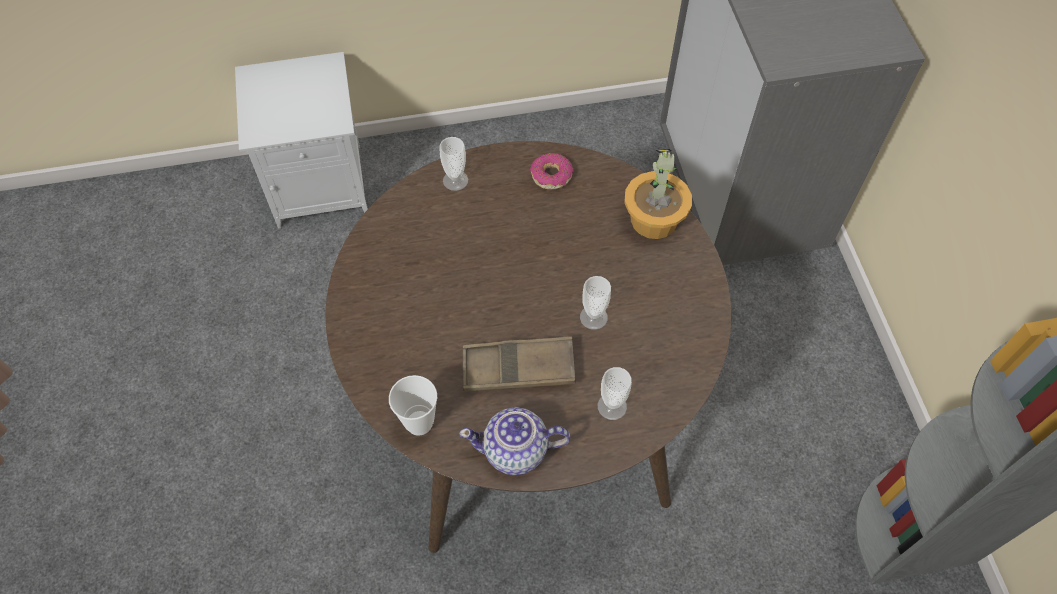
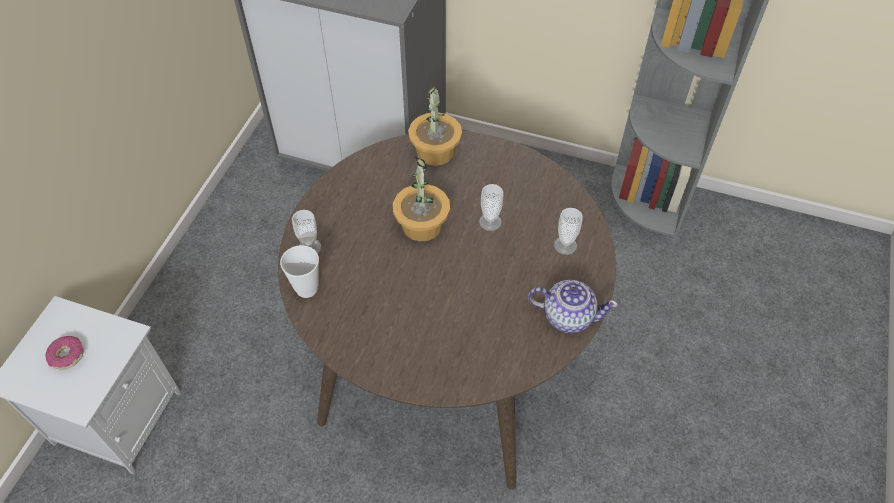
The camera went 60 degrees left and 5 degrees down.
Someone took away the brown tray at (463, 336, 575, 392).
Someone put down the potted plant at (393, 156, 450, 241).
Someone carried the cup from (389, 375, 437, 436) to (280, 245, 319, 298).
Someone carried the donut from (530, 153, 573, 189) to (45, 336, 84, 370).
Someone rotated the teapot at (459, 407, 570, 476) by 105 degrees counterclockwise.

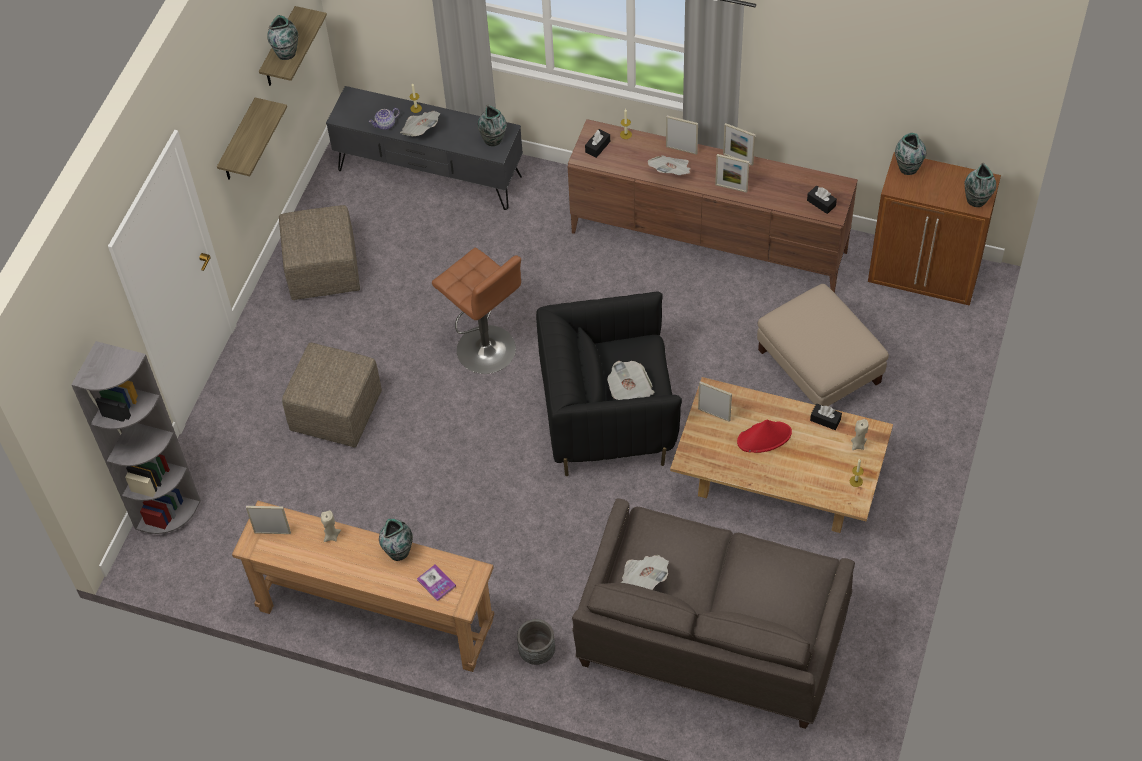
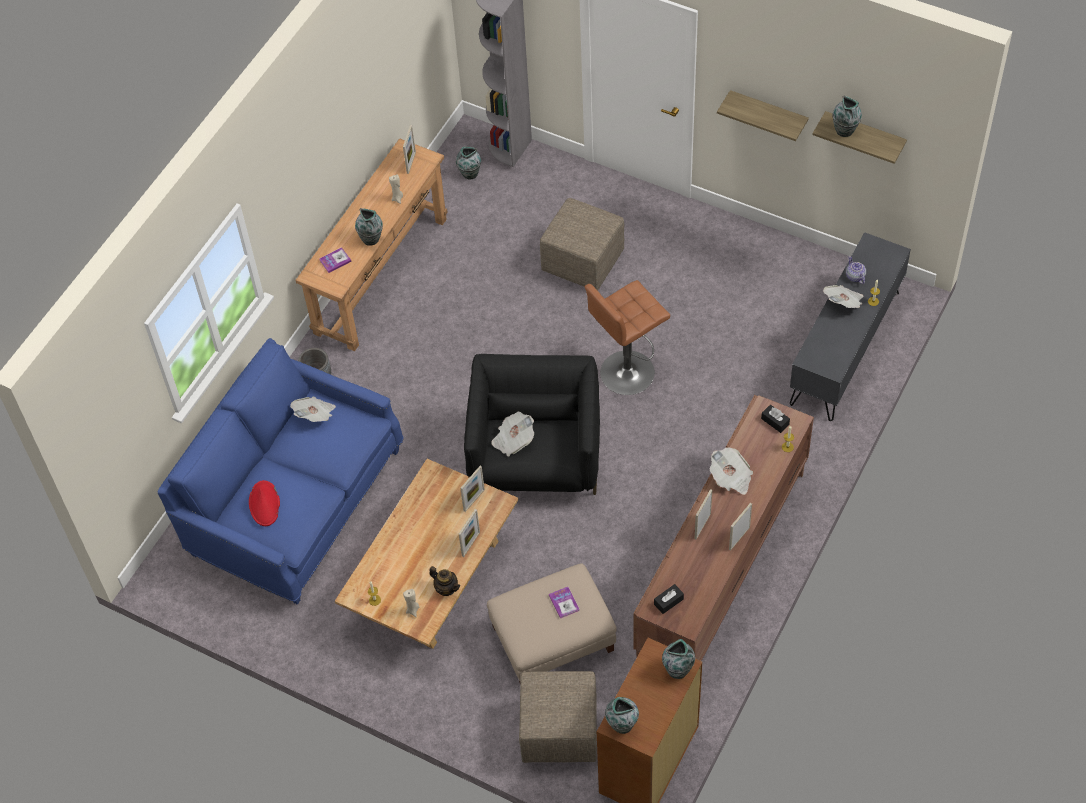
The camera went 100 degrees right and 0 degrees up.
Someone put down the book at (549, 587, 580, 619).
Someone carried the beige ottoman from (279, 205, 360, 300) to (519, 671, 597, 763).
Someone carried the vase from (477, 105, 507, 146) to (456, 146, 481, 179).
Someone carried the picture frame from (666, 116, 698, 155) to (459, 509, 480, 557).
Someone carried the red hat from (737, 419, 792, 453) to (249, 480, 280, 526).
Someone swapped the black tissue box at (810, 404, 842, 430) for the teapot at (429, 566, 460, 596).
Someone repainted the grey sofa at (572, 499, 855, 729), which became the blue sofa at (158, 338, 404, 605).

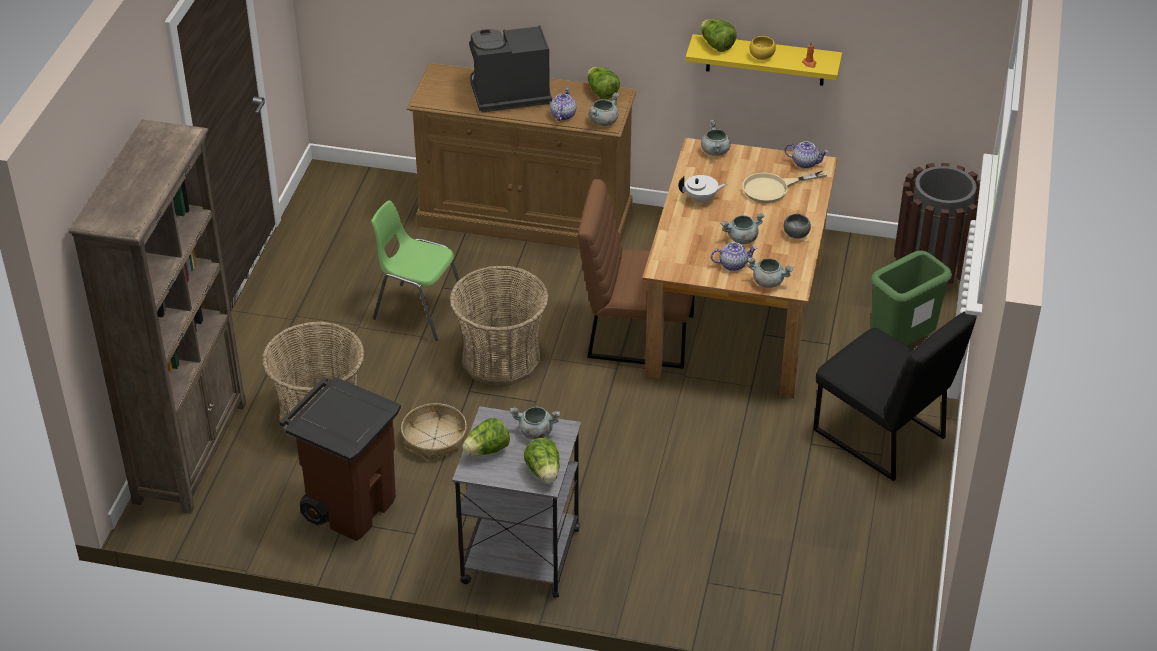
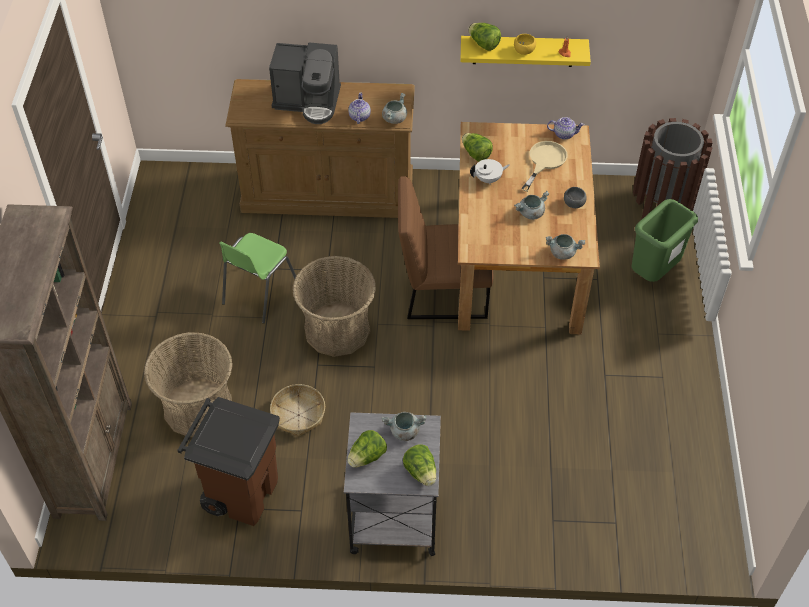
The camera went 10 degrees left and 10 degrees up.
Someone took away the grey cooking pot at (701, 120, 731, 156).
Someone took away the teapot at (711, 242, 757, 271).
Someone took away the black chair at (813, 311, 977, 481).
Someone carried the lettuce from (587, 67, 620, 99) to (462, 133, 493, 162).
Someone rotated the green chair at (371, 201, 464, 341) by 75 degrees counterclockwise.
Someone rotated the coffee machine at (469, 25, 552, 112) by 150 degrees counterclockwise.
Someone rotated the beige frying pan at (742, 171, 827, 203) by 150 degrees clockwise.

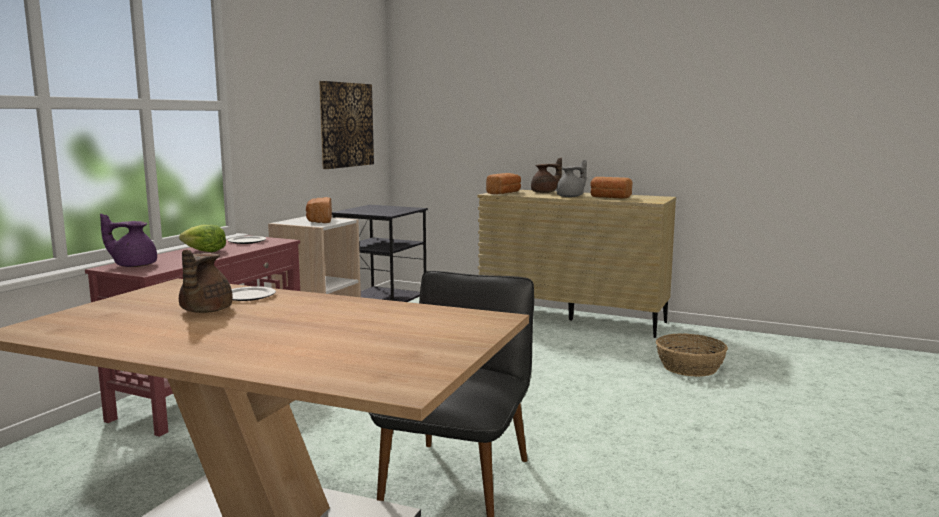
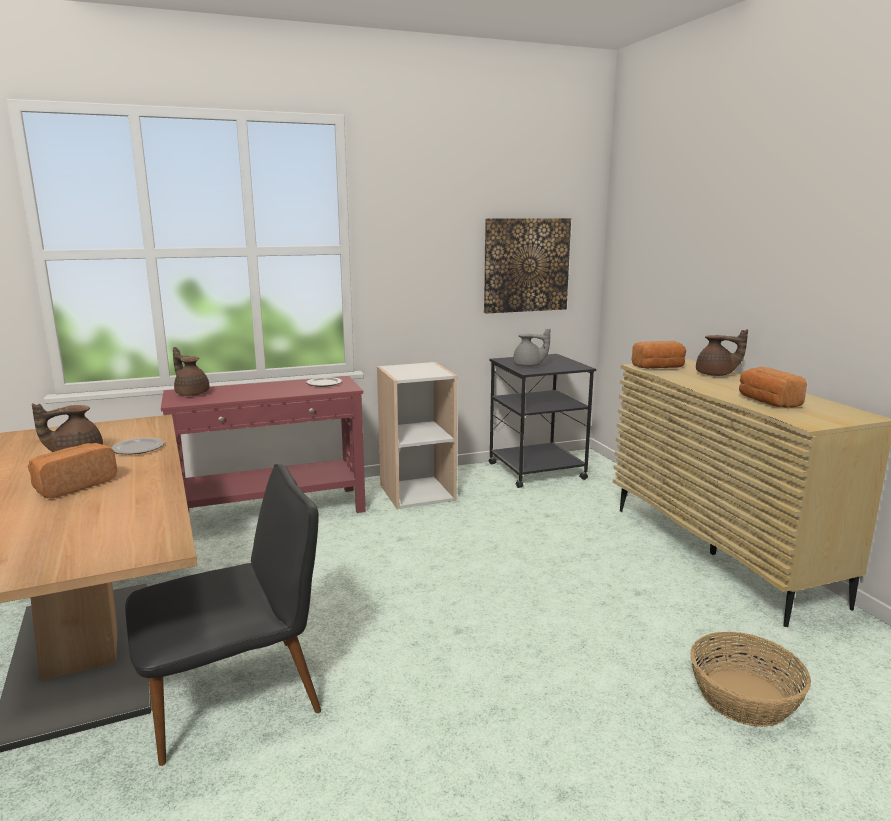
The camera went 45 degrees right and 5 degrees up.
Someone took away the lettuce at (179, 224, 226, 252).
Someone carried the bread from (306, 197, 332, 223) to (28, 443, 117, 498).
Someone carried the grey teapot from (557, 160, 587, 197) to (513, 328, 550, 367).
Someone repainted the purple teapot at (100, 214, 157, 267), which became the brown teapot at (173, 347, 209, 396).

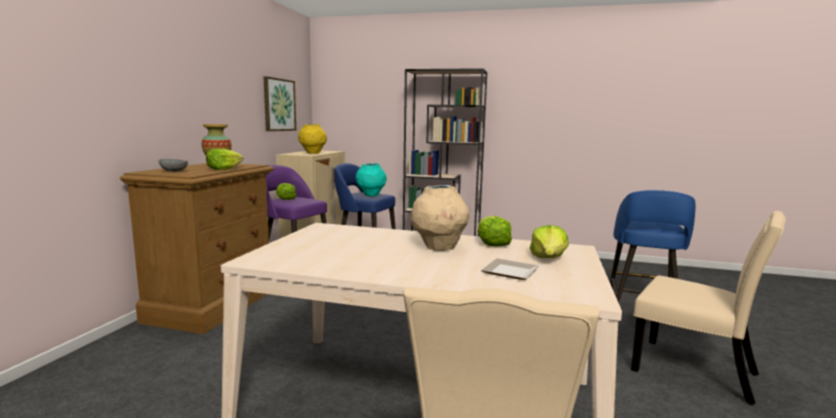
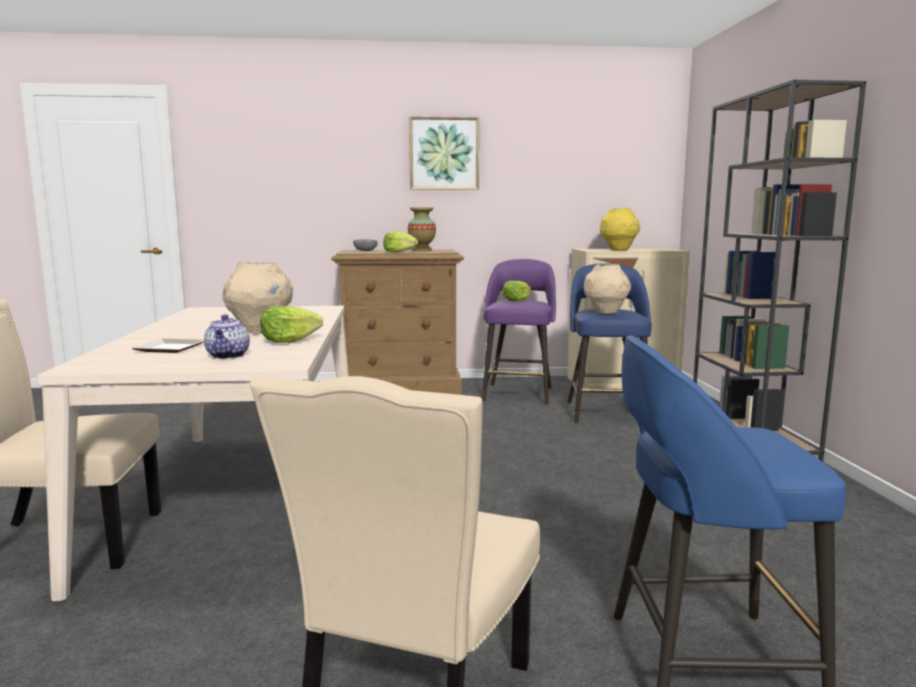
The camera went 70 degrees right and 0 degrees up.
Someone carried the picture from (263, 76, 296, 131) to (409, 116, 479, 190).
Someone swapped the lettuce at (530, 225, 569, 258) for the teapot at (204, 314, 250, 359).
Someone repainted the turquoise vase at (356, 163, 387, 196), which became the beige vase at (584, 264, 631, 314).

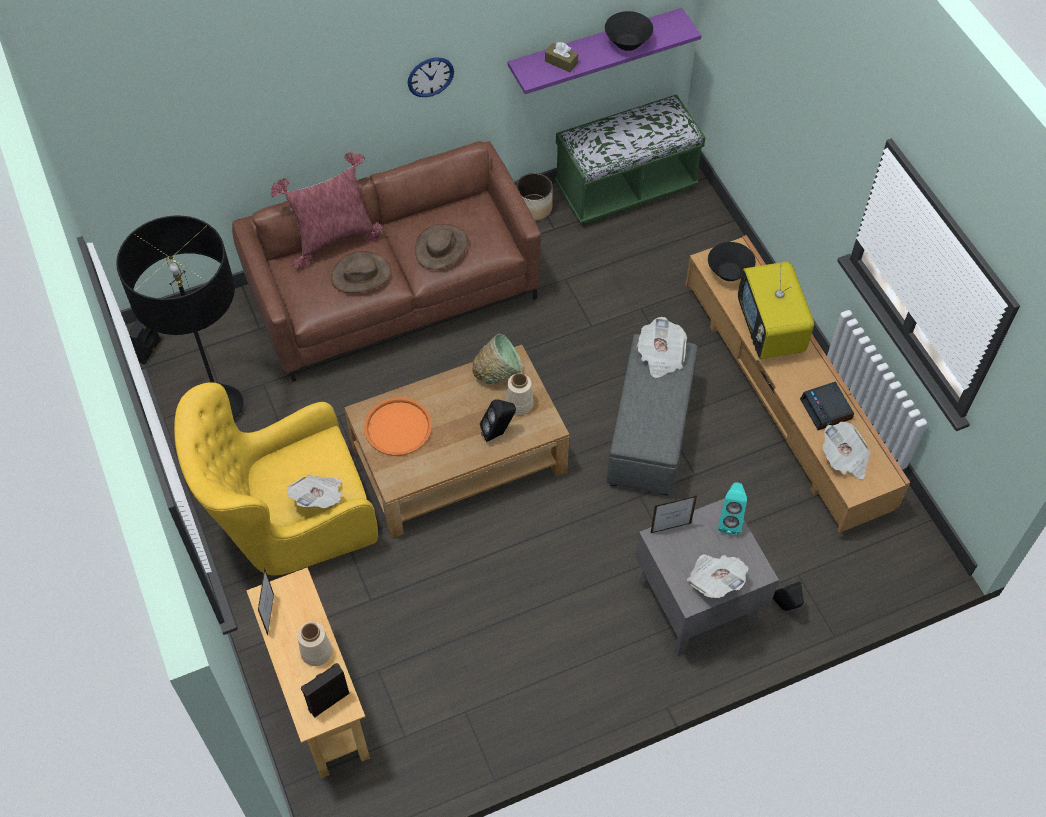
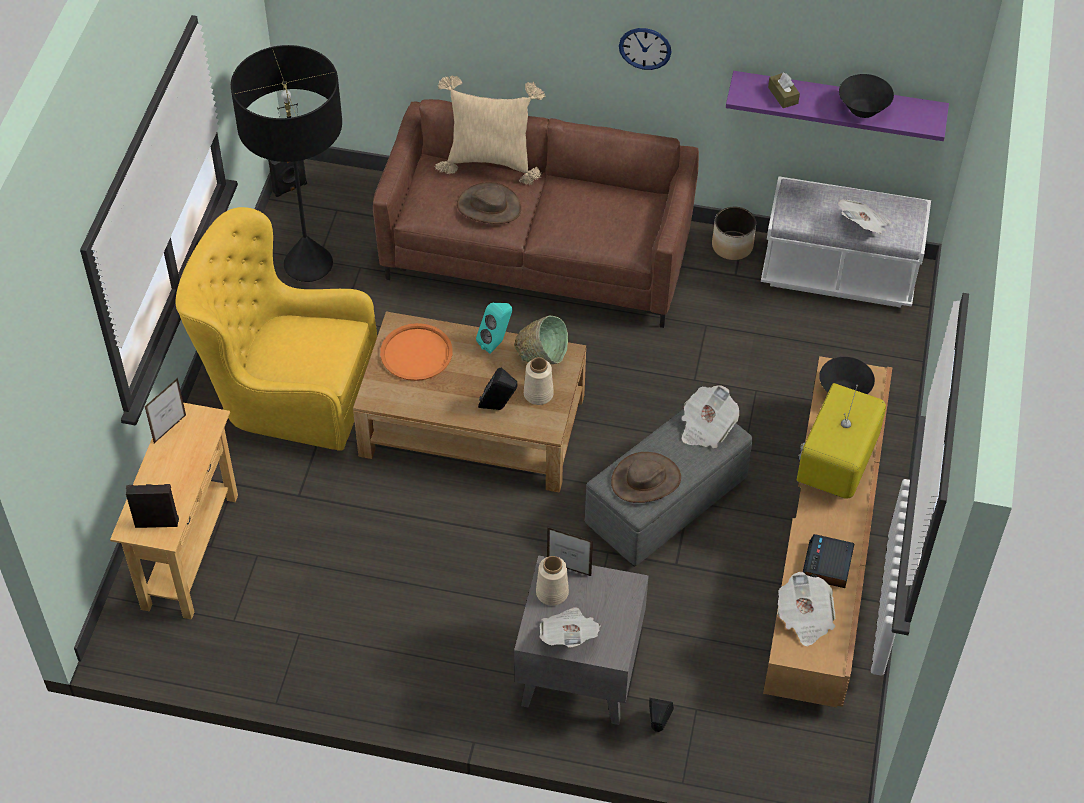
The camera went 35 degrees right and 5 degrees down.
Someone carried the newspaper from (287, 474, 343, 508) to (838, 199, 891, 234).
Someone carried the beige vase from (297, 622, 332, 666) to (536, 556, 569, 605).
Someone carried the brown hat from (415, 224, 469, 270) to (611, 452, 681, 503).
Someone carried the turquoise speaker from (718, 482, 747, 534) to (476, 303, 512, 354).
Someone repainted the red pillow at (270, 151, 384, 269), which became the beige pillow at (435, 75, 545, 185).
Someone repainted the green bench at (555, 94, 706, 224), which became the white bench at (761, 176, 931, 307).

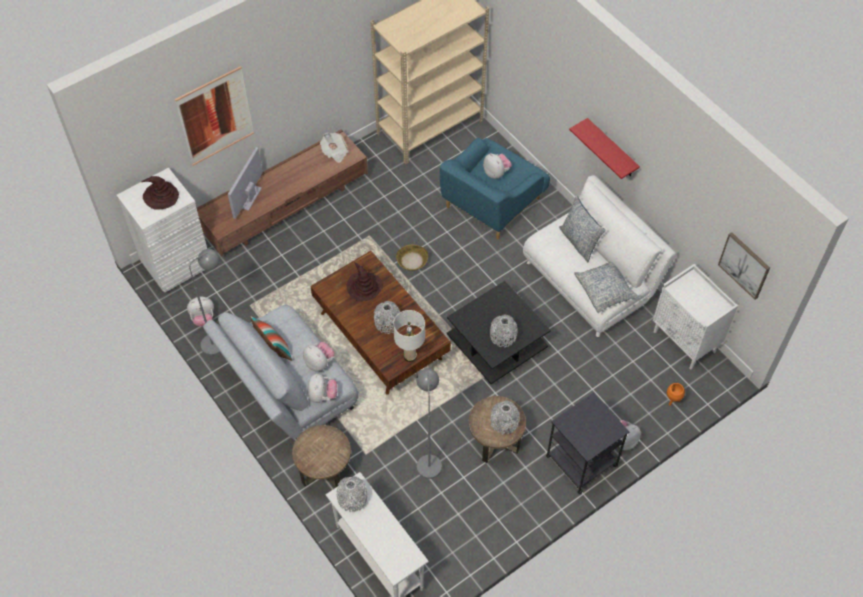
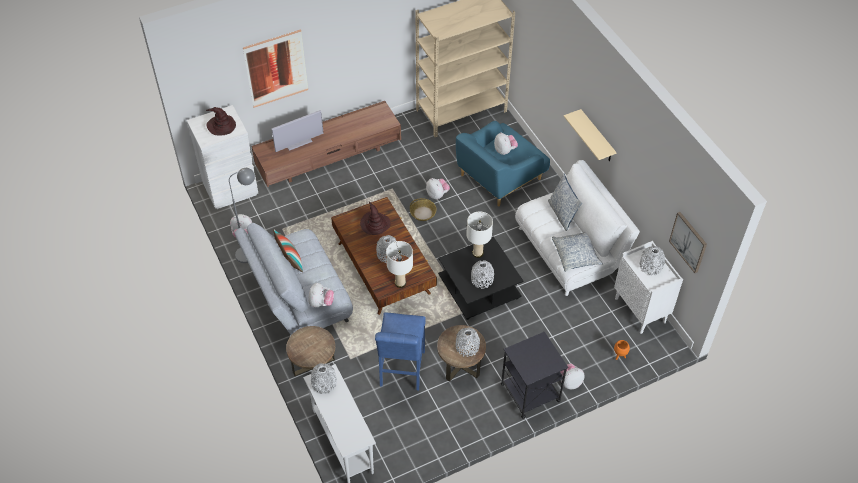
The camera went 10 degrees right and 5 degrees down.
Someone took away the newspaper at (320, 132, 349, 163).
Someone put down the white table lamp at (466, 211, 493, 258).
Someone put down the grey vase at (640, 246, 665, 275).
Someone carried the plush toy from (303, 342, 335, 371) to (426, 178, 450, 199).
Someone swapped the grey floor lamp at (416, 368, 442, 479) for the blue stool at (375, 312, 426, 390).
Someone repainted the red shelf at (569, 118, 640, 179), which became the beige shelf at (564, 109, 617, 161).
Someone rotated the television at (228, 147, 263, 219) by 150 degrees counterclockwise.

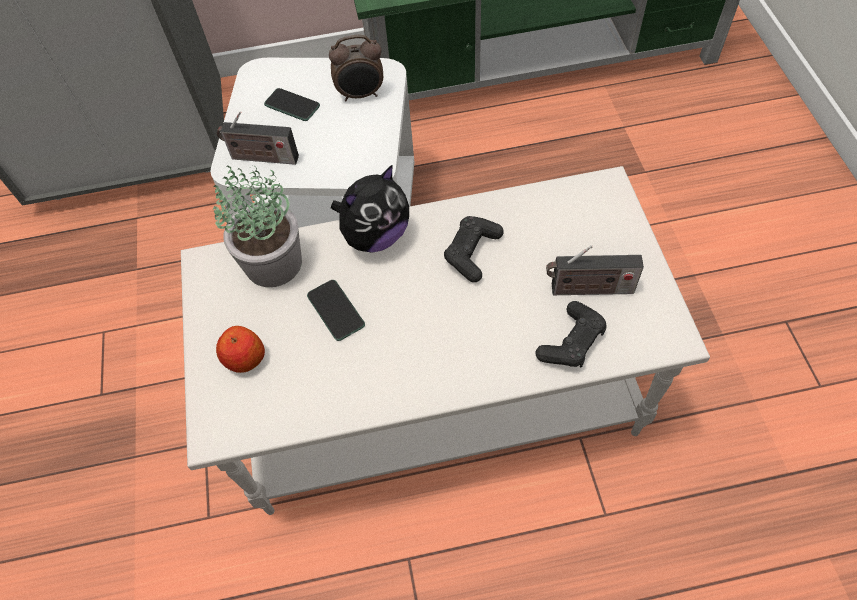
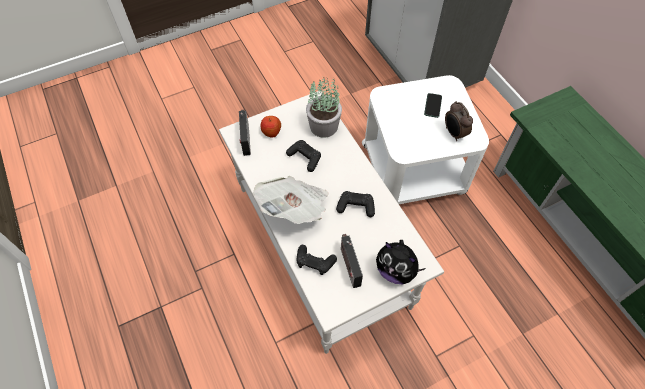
The camera went 70 degrees right and 0 degrees up.
Someone put down the newspaper at (253, 176, 329, 224).
Someone carried the radio from (217, 111, 299, 165) to (239, 110, 251, 156).
Someone carried the plush toy from (331, 164, 409, 253) to (376, 240, 425, 284).
Someone swapped the phone at (307, 280, 365, 341) for the black game controller at (286, 140, 321, 172).

